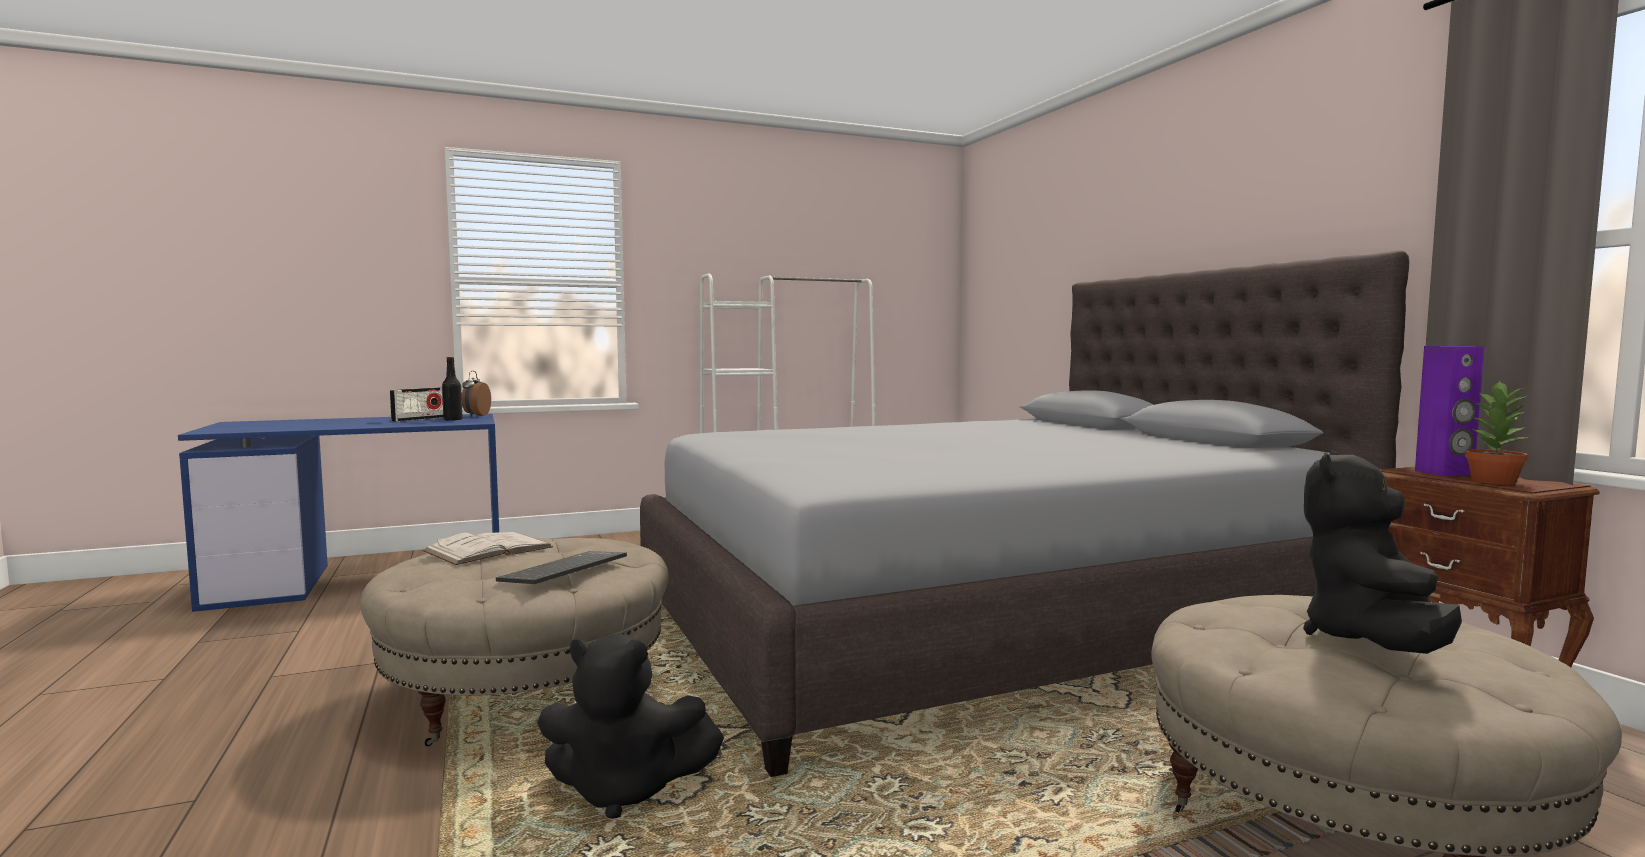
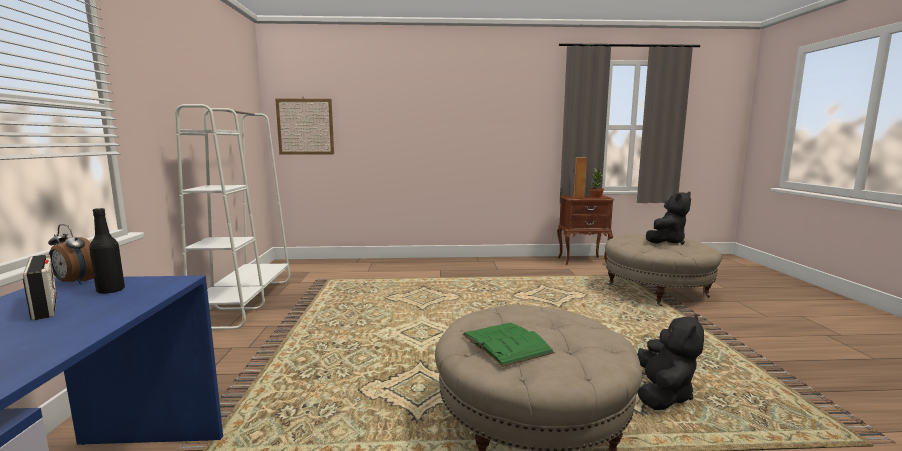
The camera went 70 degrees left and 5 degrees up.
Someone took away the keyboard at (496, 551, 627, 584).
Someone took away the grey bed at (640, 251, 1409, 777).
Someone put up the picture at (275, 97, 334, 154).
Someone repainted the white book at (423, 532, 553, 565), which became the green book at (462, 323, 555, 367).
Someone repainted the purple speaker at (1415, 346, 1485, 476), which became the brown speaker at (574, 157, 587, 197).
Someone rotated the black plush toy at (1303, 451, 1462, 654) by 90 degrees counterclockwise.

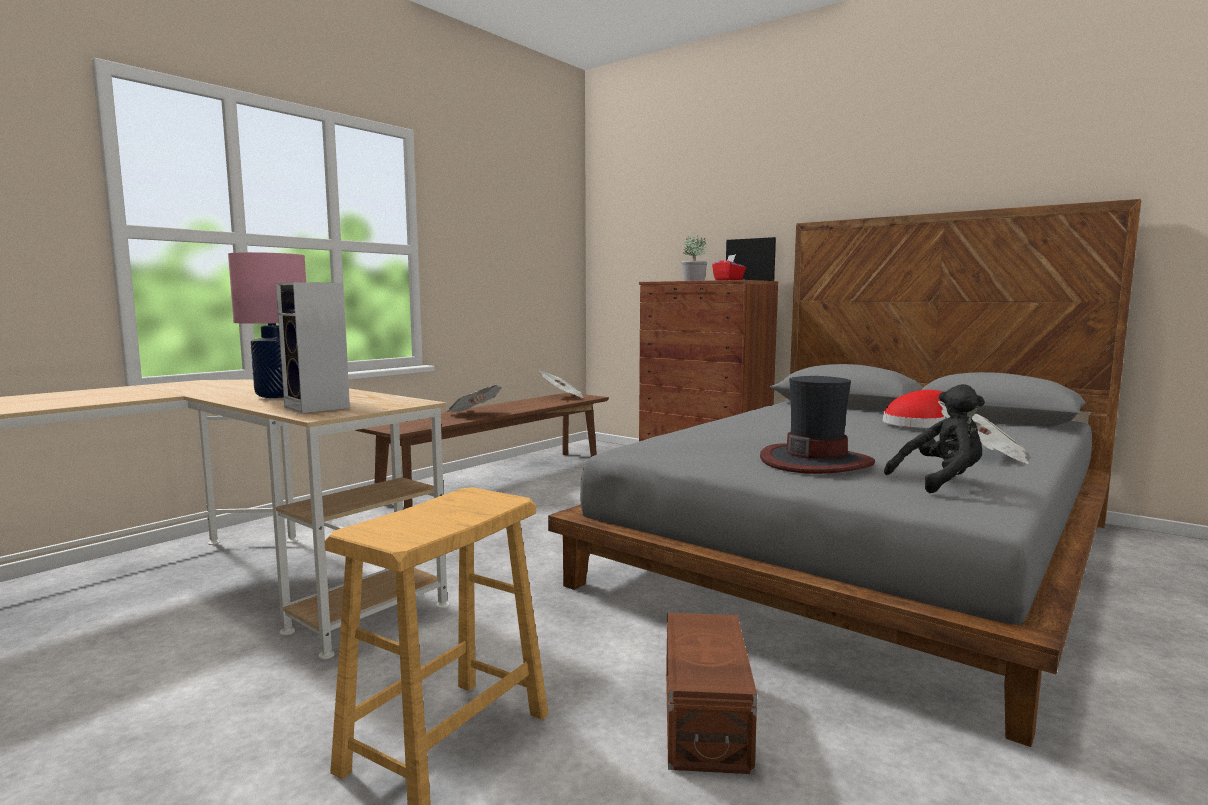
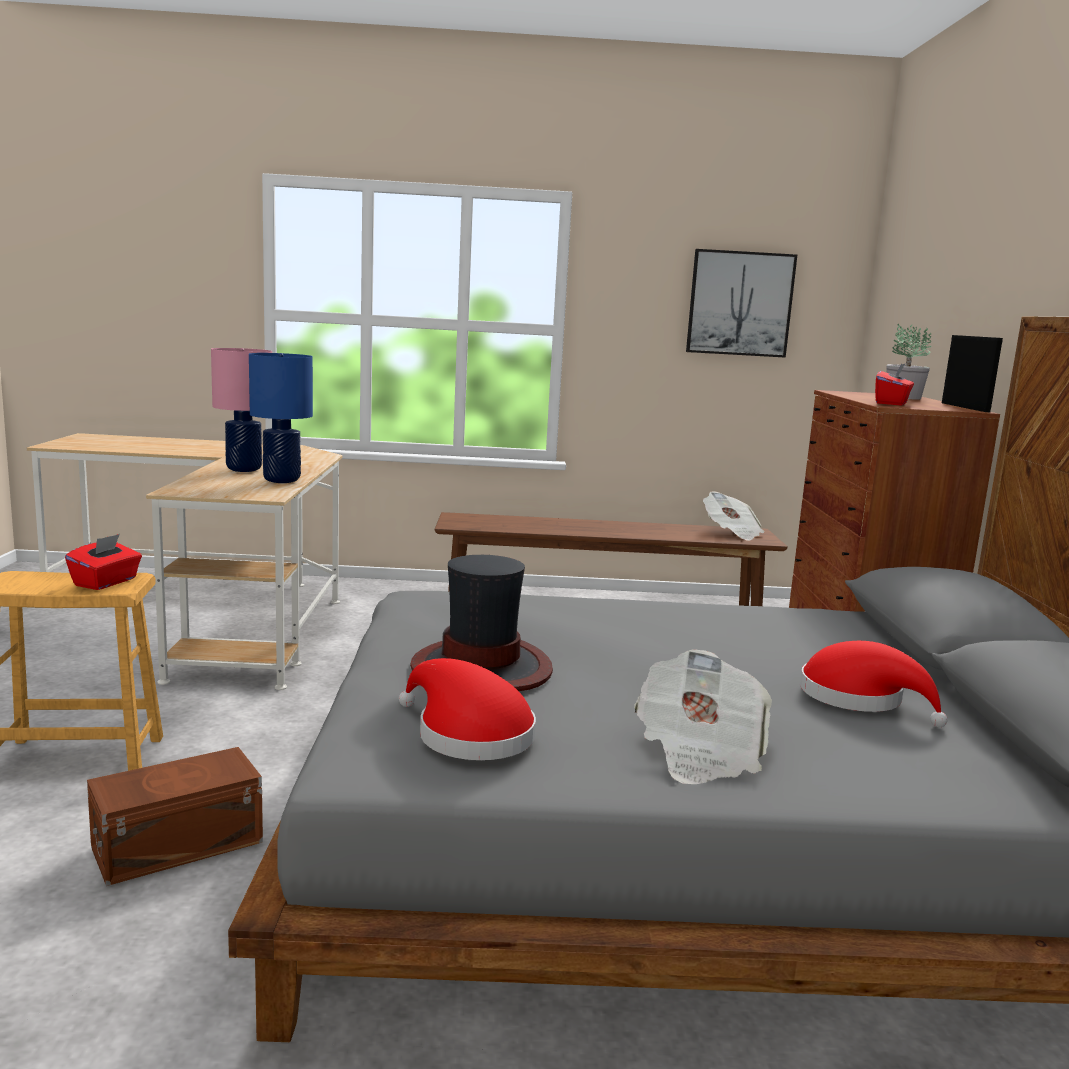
The camera went 50 degrees right and 5 degrees up.
Someone took away the speaker at (276, 282, 350, 413).
Someone took away the newspaper at (446, 385, 502, 412).
Someone put down the red tissue box at (65, 534, 142, 590).
Someone put down the blue table lamp at (249, 353, 313, 483).
Someone put up the picture at (686, 249, 797, 358).
Someone swapped the black plush toy at (884, 384, 985, 493) for the red hat at (399, 658, 536, 760).

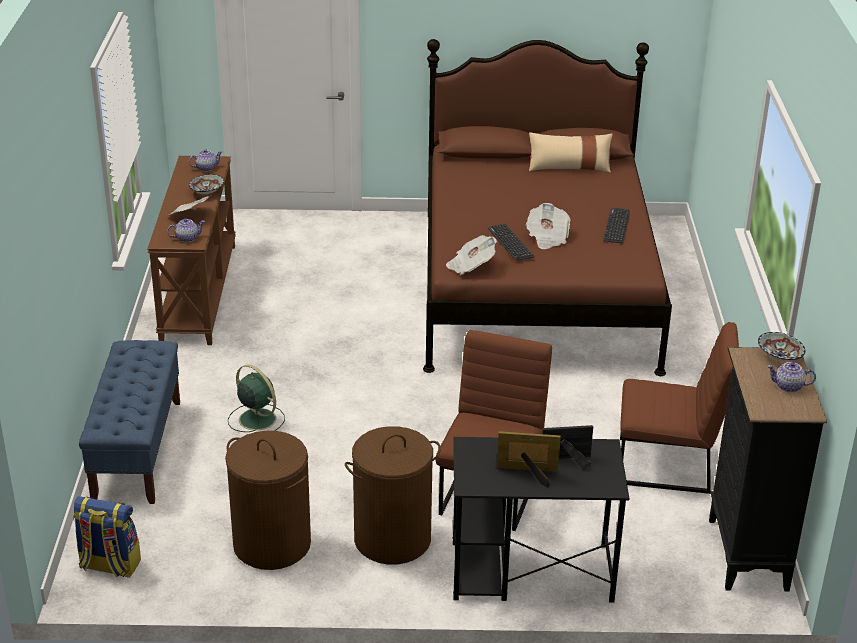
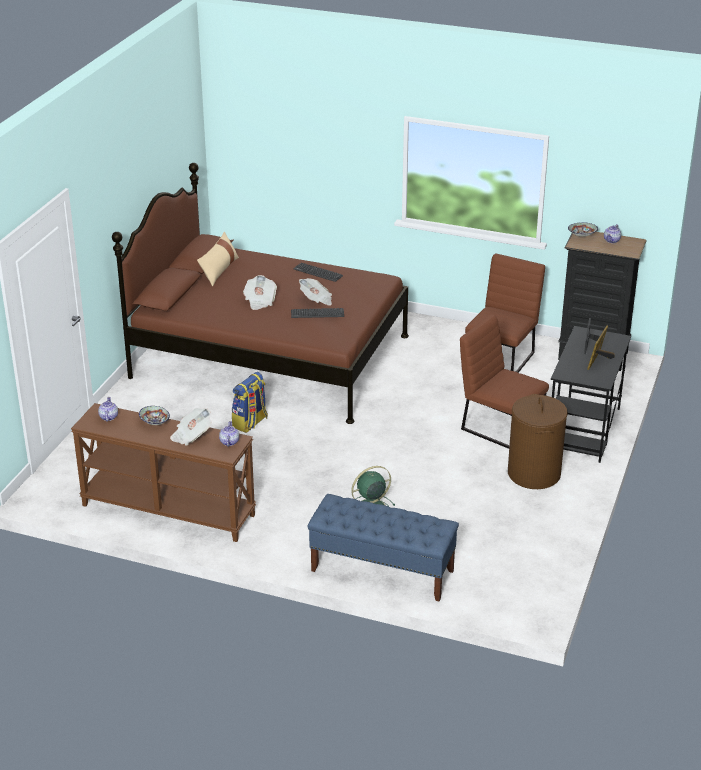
The camera went 70 degrees left and 0 degrees up.
Someone took away the brown laundry basket at (225, 431, 311, 570).
Someone carried the backpack from (73, 496, 141, 578) to (232, 372, 268, 433).
Someone carried the newspaper from (446, 235, 497, 275) to (243, 275, 277, 310).

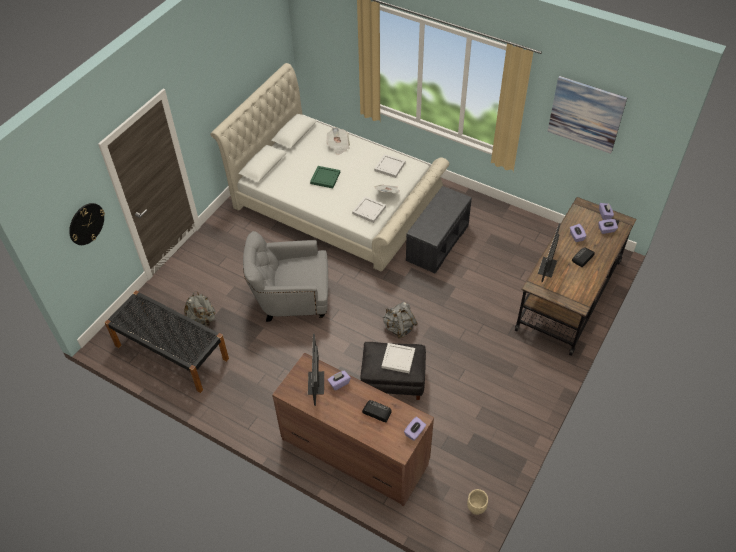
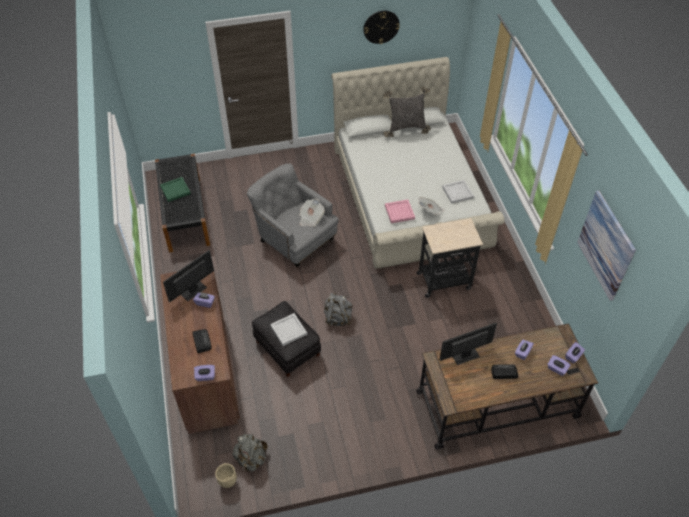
The camera went 45 degrees right and 0 degrees up.
Someone put down the pillow at (383, 86, 432, 137).
Someone carried the wall clock from (69, 203, 105, 245) to (363, 11, 400, 44).
Someone carried the grey backpack from (184, 291, 216, 326) to (232, 434, 267, 472).
Someone carried the green tray from (310, 166, 340, 188) to (160, 177, 191, 202).
Someone carried the newspaper from (326, 127, 350, 155) to (299, 199, 325, 227).
Someone swapped the grey bench at (406, 186, 472, 274) for the cart at (416, 218, 483, 298).
Someone repainted the white tray at (352, 197, 386, 223), which became the pink tray at (385, 200, 415, 223).

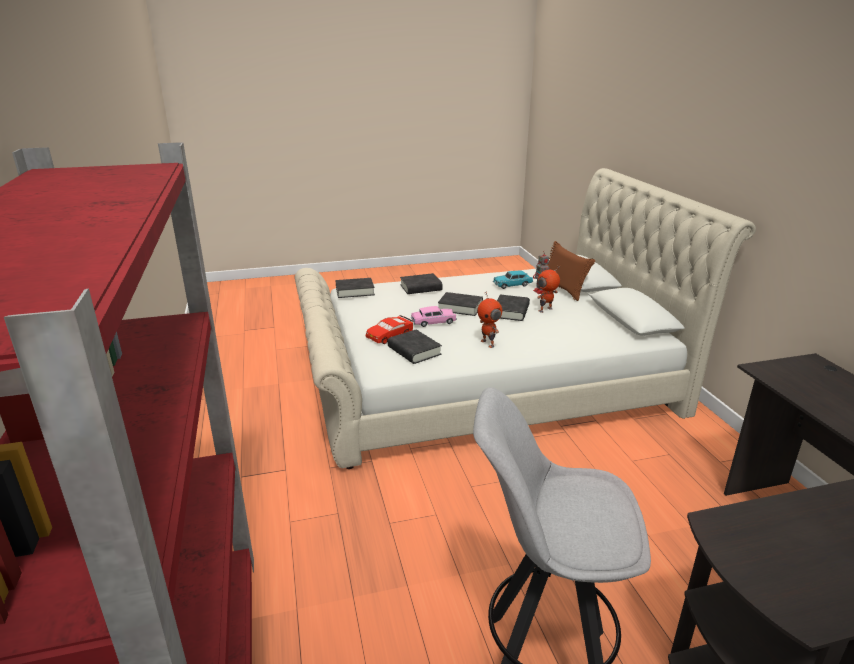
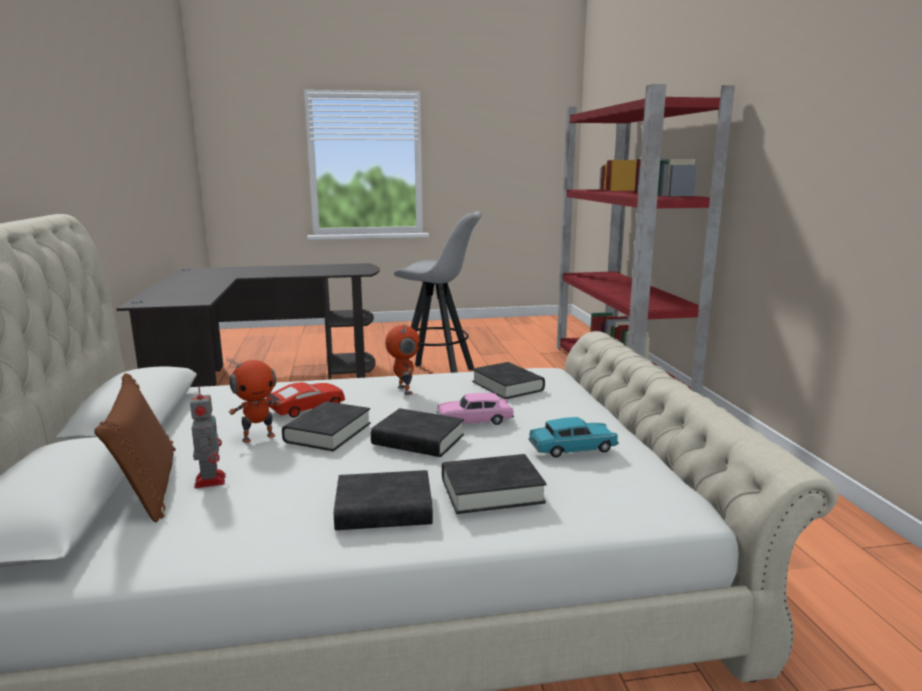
The camera went 175 degrees left and 10 degrees down.
Someone carried the black book from (336, 278, 375, 298) to (334, 470, 433, 530).
Someone carried the red toy car from (366, 315, 413, 344) to (266, 382, 345, 418).
Someone carried the turquoise toy car from (493, 271, 533, 289) to (528, 417, 619, 458).

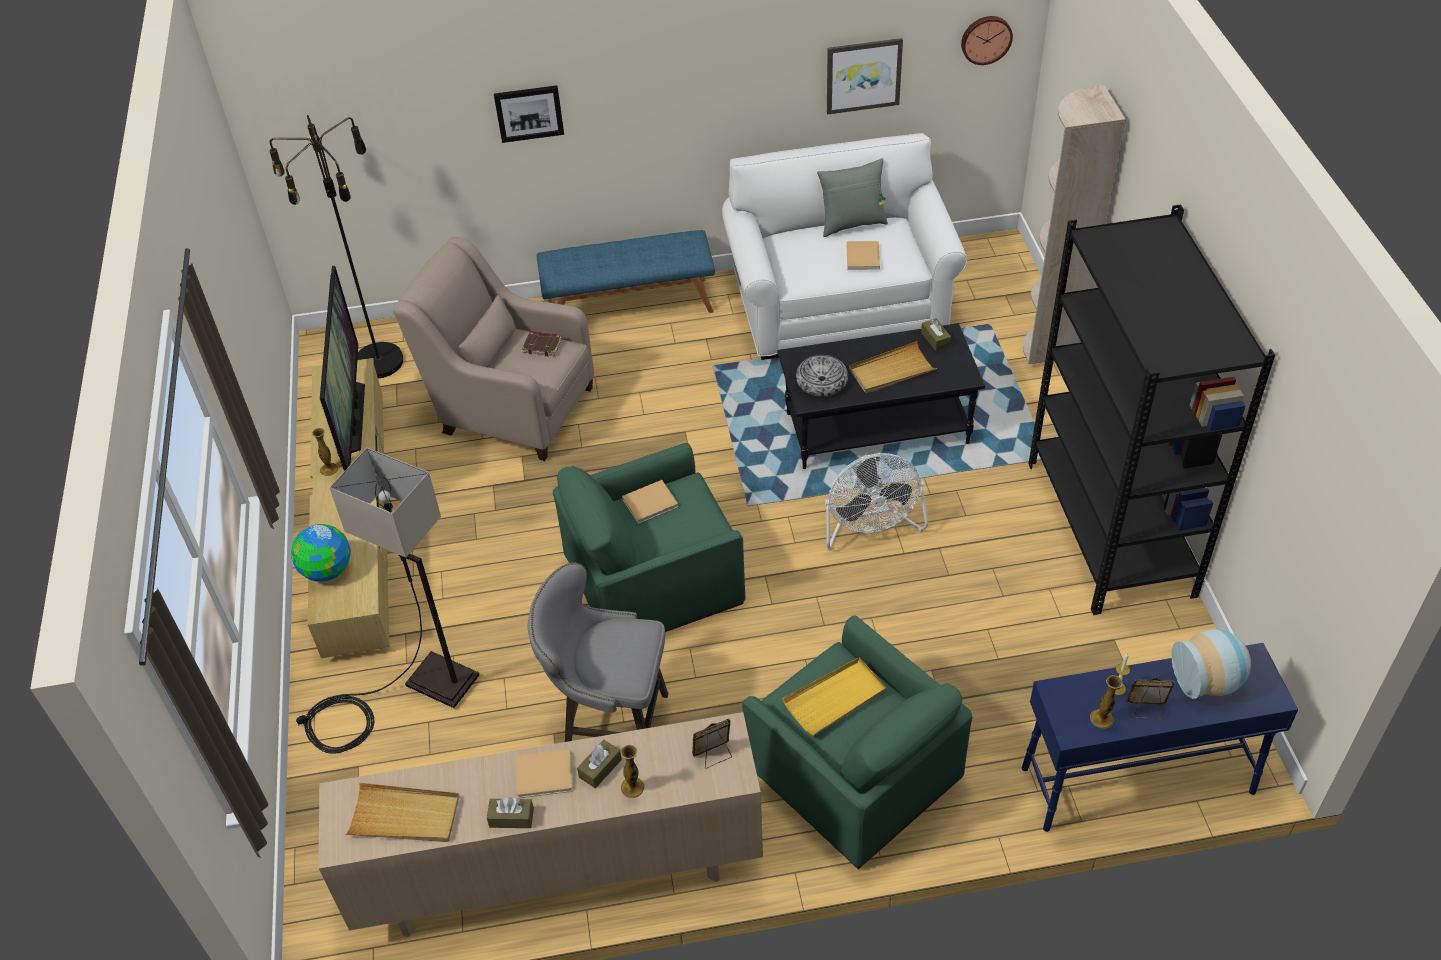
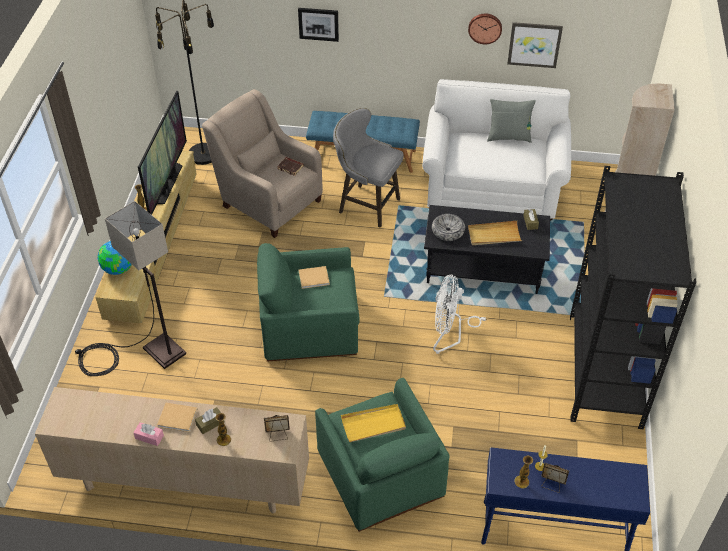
The camera went 15 degrees right and 0 degrees up.
Someone took away the beige tray at (345, 783, 460, 842).
Someone took away the beige book at (847, 241, 880, 270).
Someone took away the vase at (1171, 629, 1251, 699).
Someone carried the grey stool from (528, 563, 668, 742) to (333, 108, 404, 228).
Someone carried the wall clock from (961, 16, 1013, 65) to (468, 14, 502, 44).
Someone repainted the brown tissue box at (487, 797, 534, 828), which became the pink tissue box at (133, 422, 164, 446).
Someone rotated the white fan at (825, 453, 928, 551) by 90 degrees clockwise.

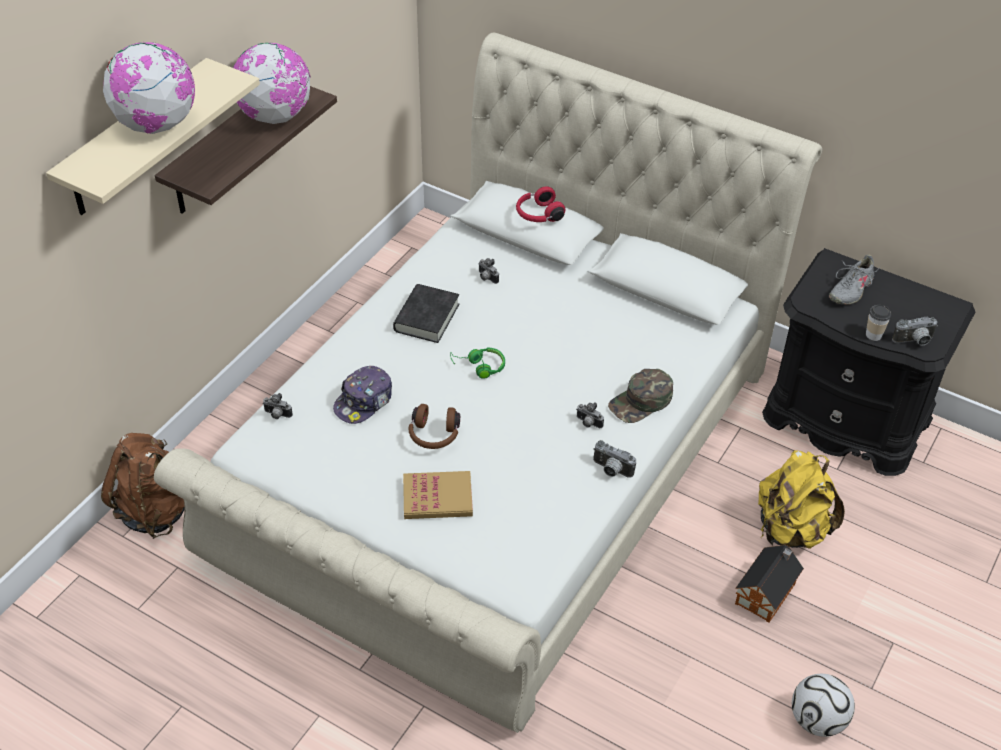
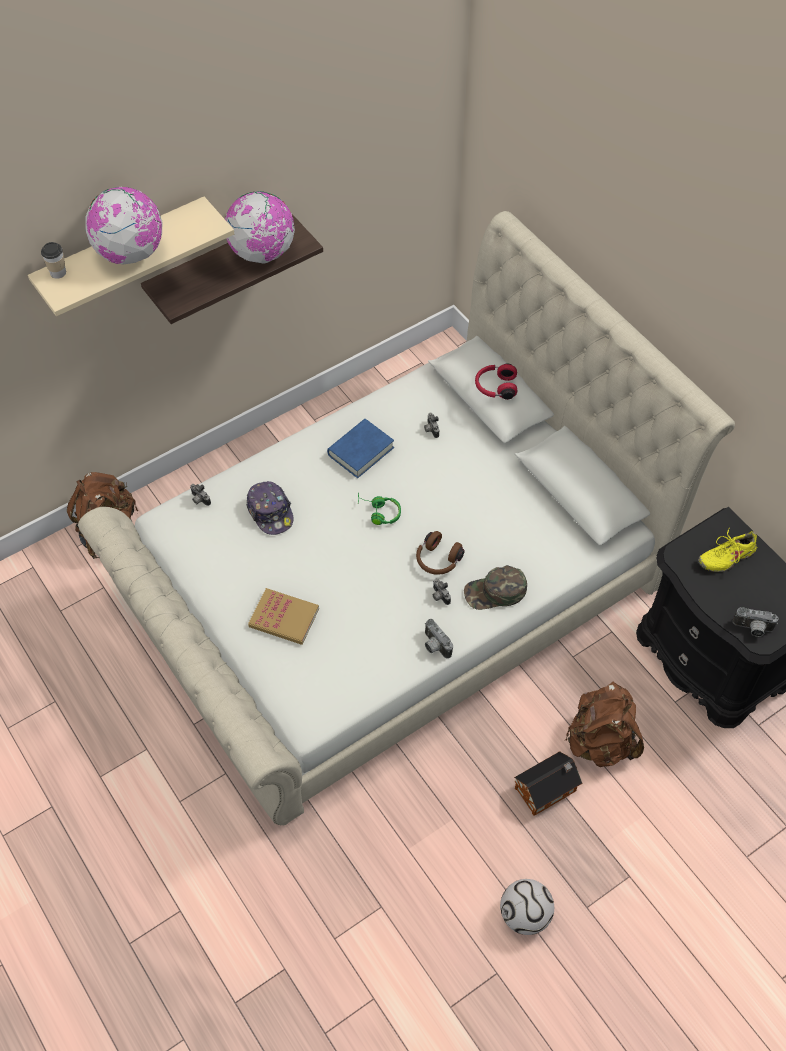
The camera went 25 degrees right and 10 degrees up.
Someone carried the brown headphones from (408, 404, 460, 449) to (416, 531, 465, 575).
Someone carried the cup from (866, 305, 891, 341) to (41, 242, 66, 279).
Someone repainted the black book at (393, 284, 459, 343), which became the blue book at (327, 419, 394, 478).
Someone repainted the yellow backpack at (758, 450, 845, 549), which became the brown backpack at (566, 682, 644, 767).
Someone repainted the grey shoe at (829, 254, 880, 305), which became the yellow shoe at (698, 527, 758, 572).
Someone rotated the cap at (333, 366, 392, 424) by 90 degrees counterclockwise.

